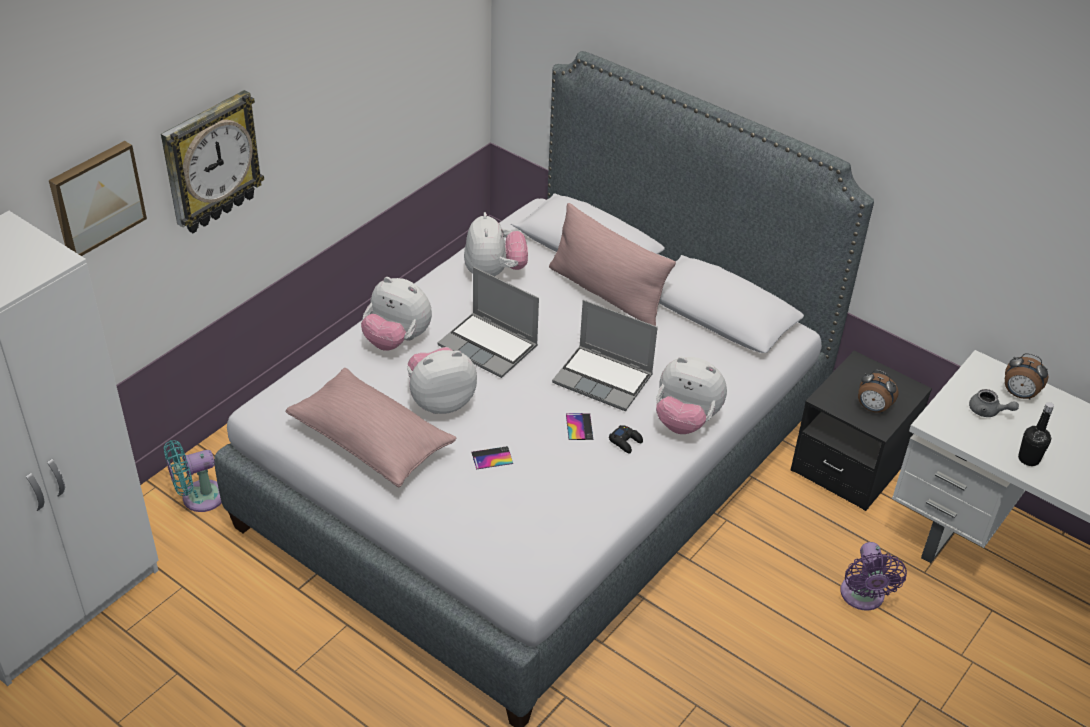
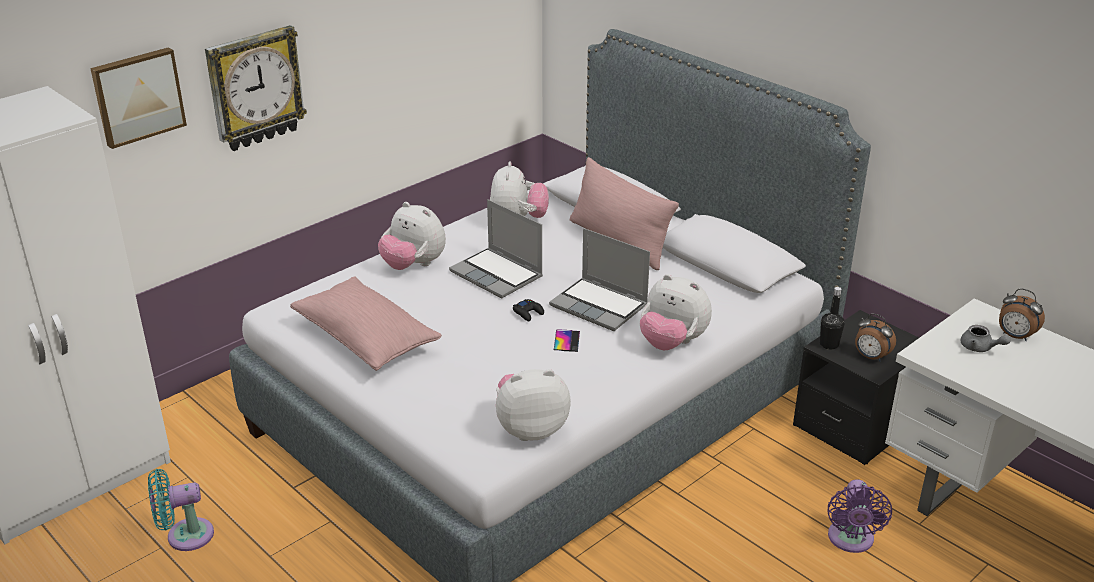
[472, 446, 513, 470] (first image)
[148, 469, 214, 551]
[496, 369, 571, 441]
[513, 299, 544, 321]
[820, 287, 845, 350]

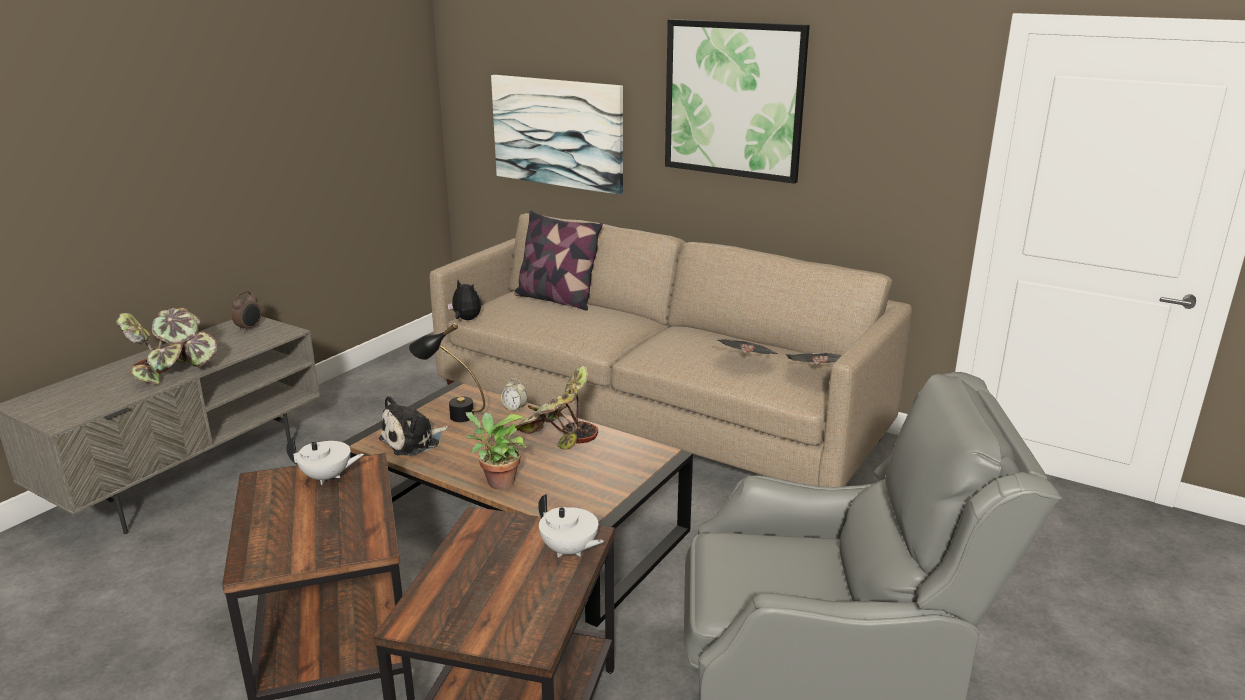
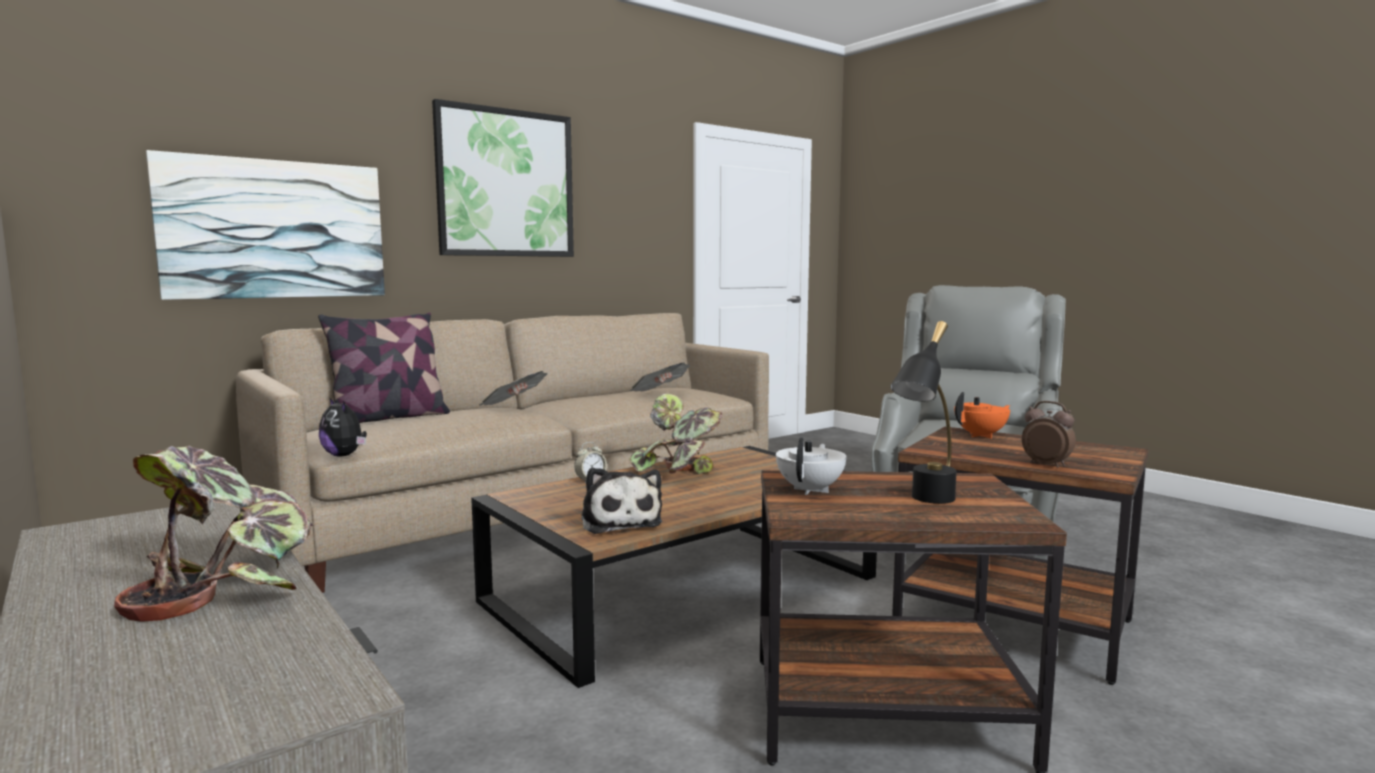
[466, 412, 527, 489] (first image)
[1022, 401, 1076, 468]
[891, 321, 957, 504]
[479, 371, 547, 406]
[954, 392, 1010, 439]
[319, 397, 367, 456]

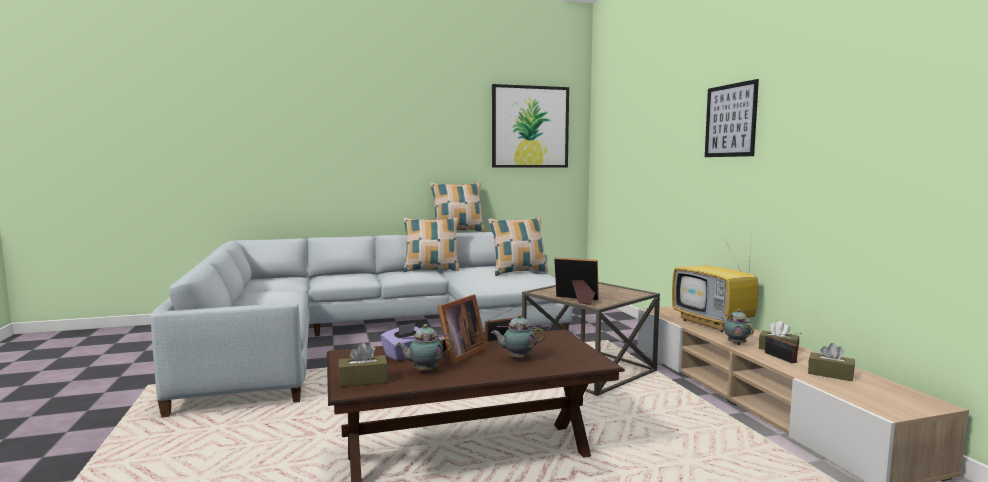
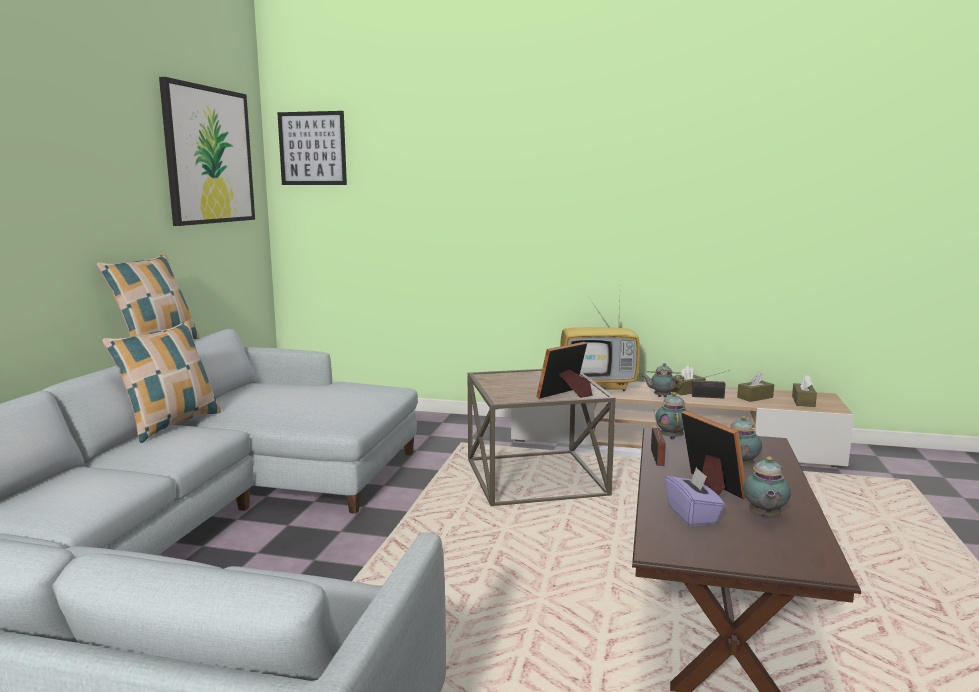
[488, 217, 548, 276] (first image)
[655, 392, 687, 440]
[792, 375, 817, 407]
[277, 111, 347, 185]

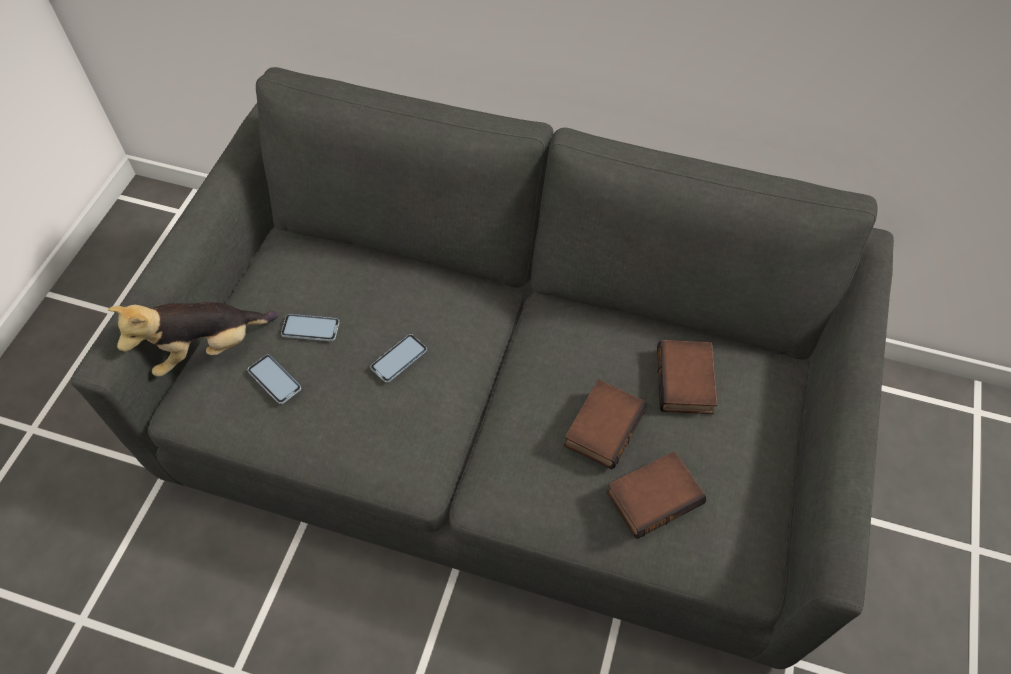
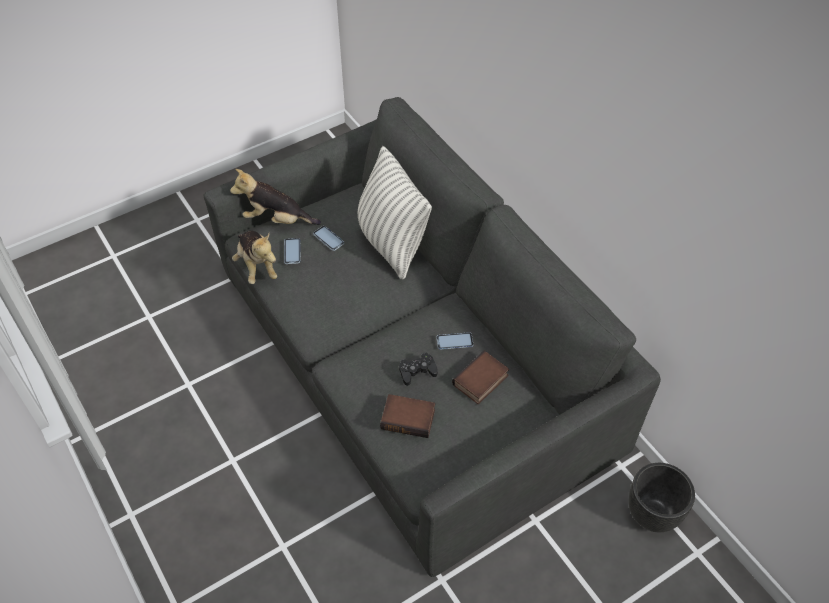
[232, 231, 277, 284]
[358, 146, 432, 279]
[629, 463, 695, 532]
[436, 332, 474, 350]
[399, 352, 438, 386]

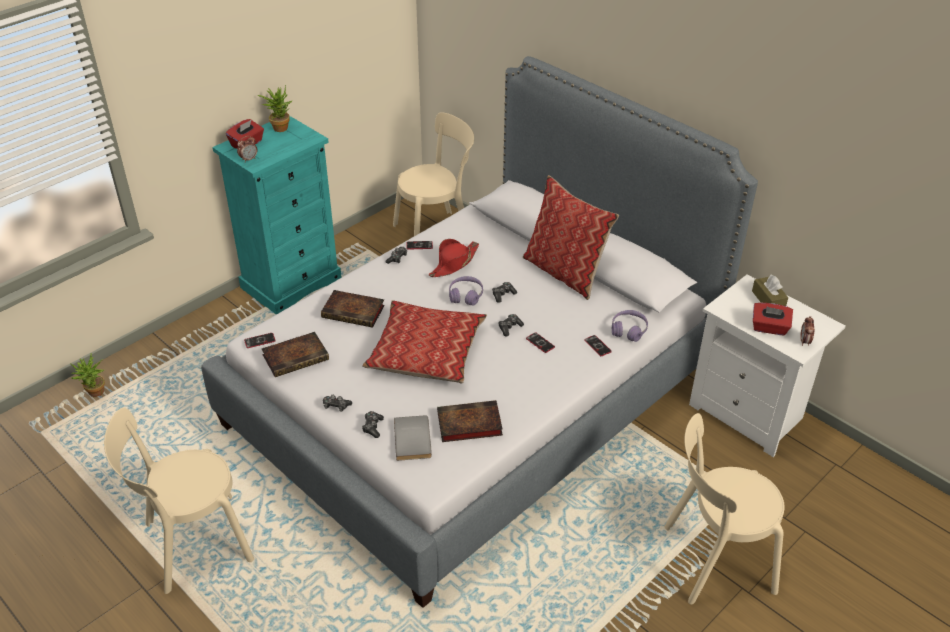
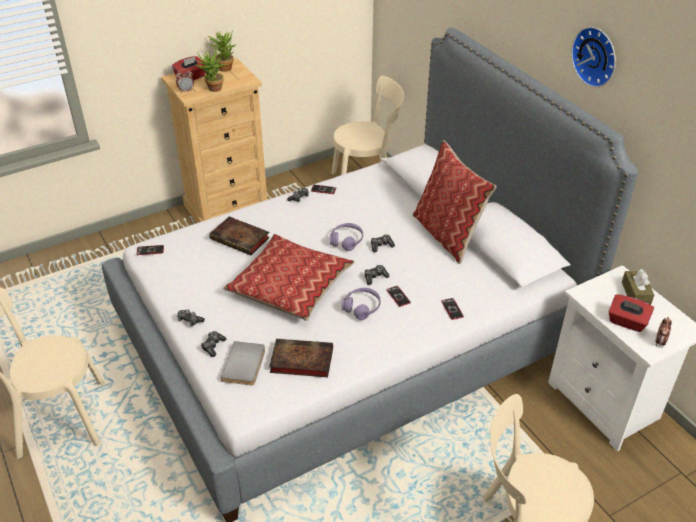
[262, 332, 329, 377] (first image)
[429, 239, 479, 277] (first image)
[571, 27, 616, 88]
[196, 48, 225, 92]
[342, 288, 381, 320]
[162, 58, 268, 223]

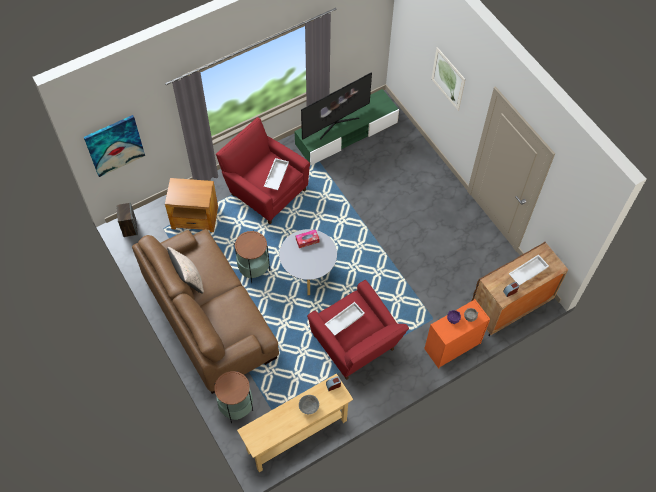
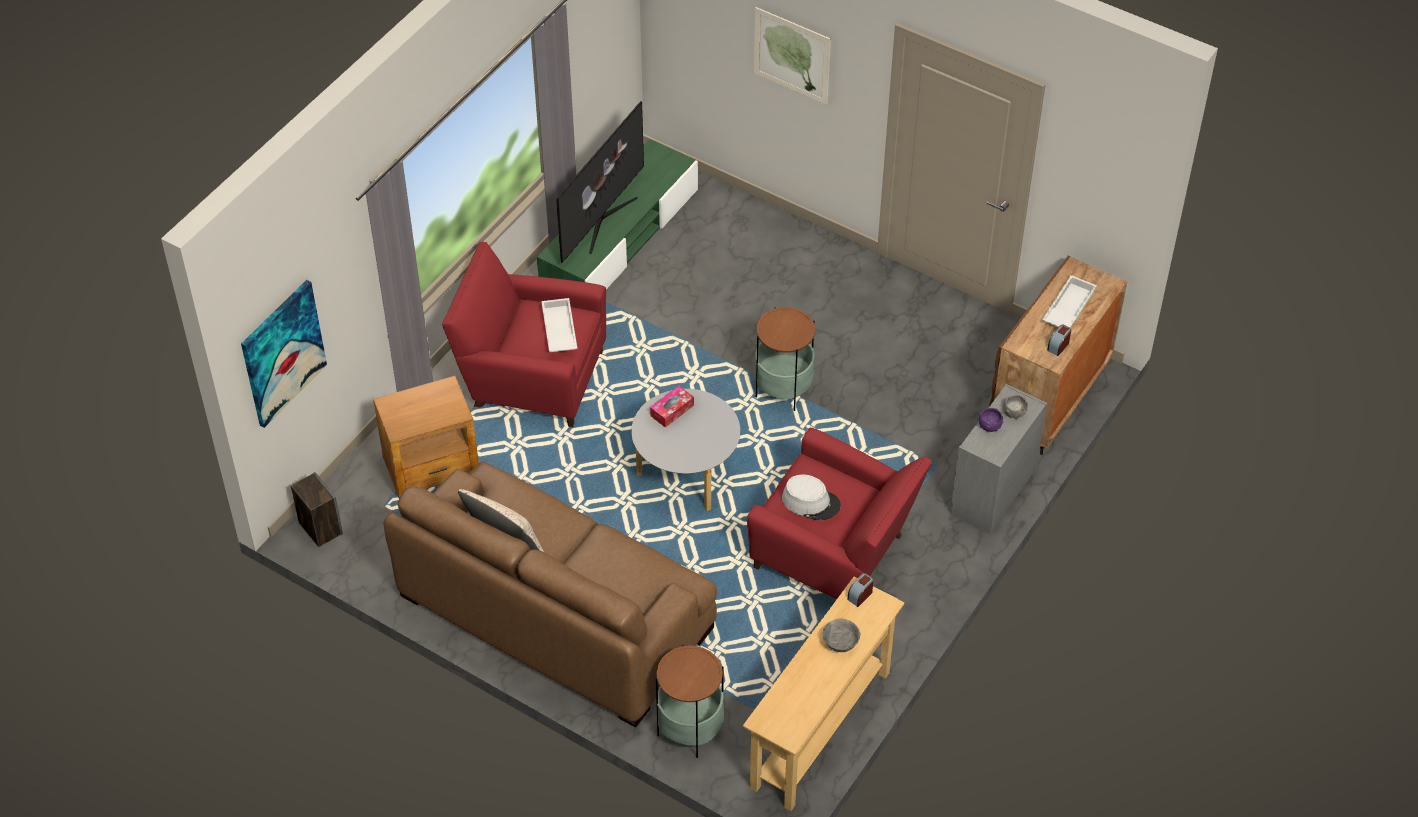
[754, 307, 815, 411]
[782, 475, 841, 520]
[950, 384, 1047, 535]

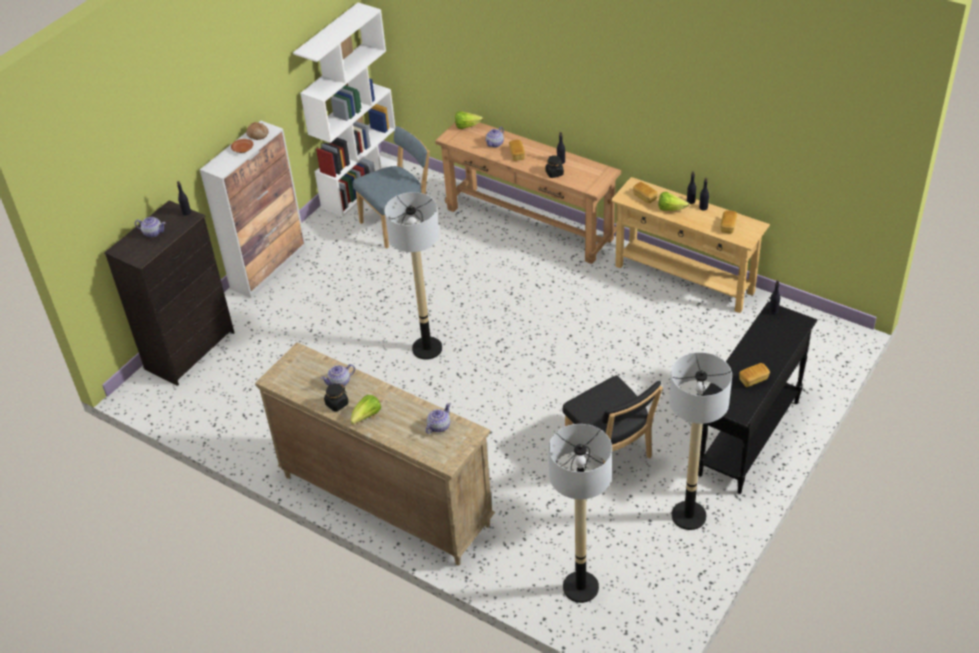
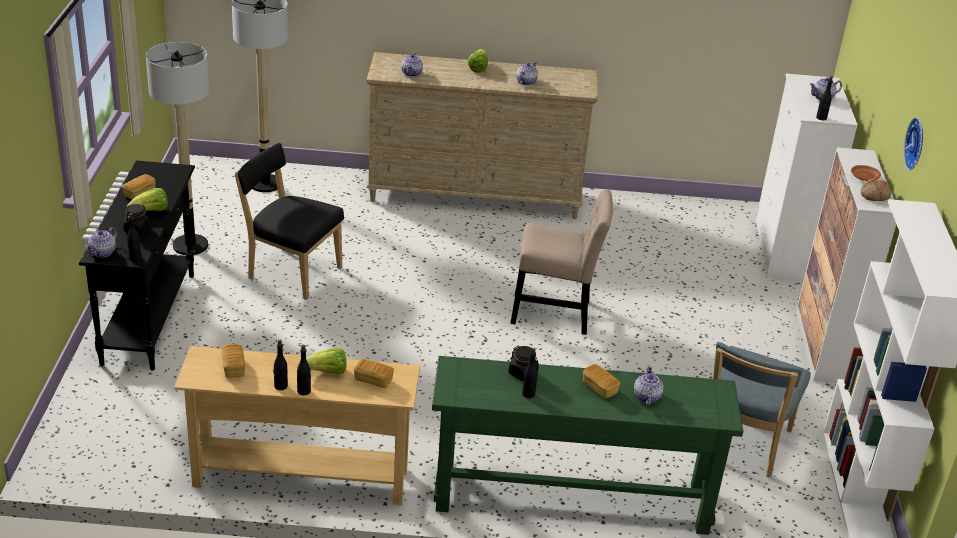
[85, 227, 117, 258]
[904, 117, 923, 170]
[123, 204, 150, 235]
[127, 188, 168, 211]
[510, 189, 613, 335]
[754, 74, 858, 281]
[432, 356, 744, 535]

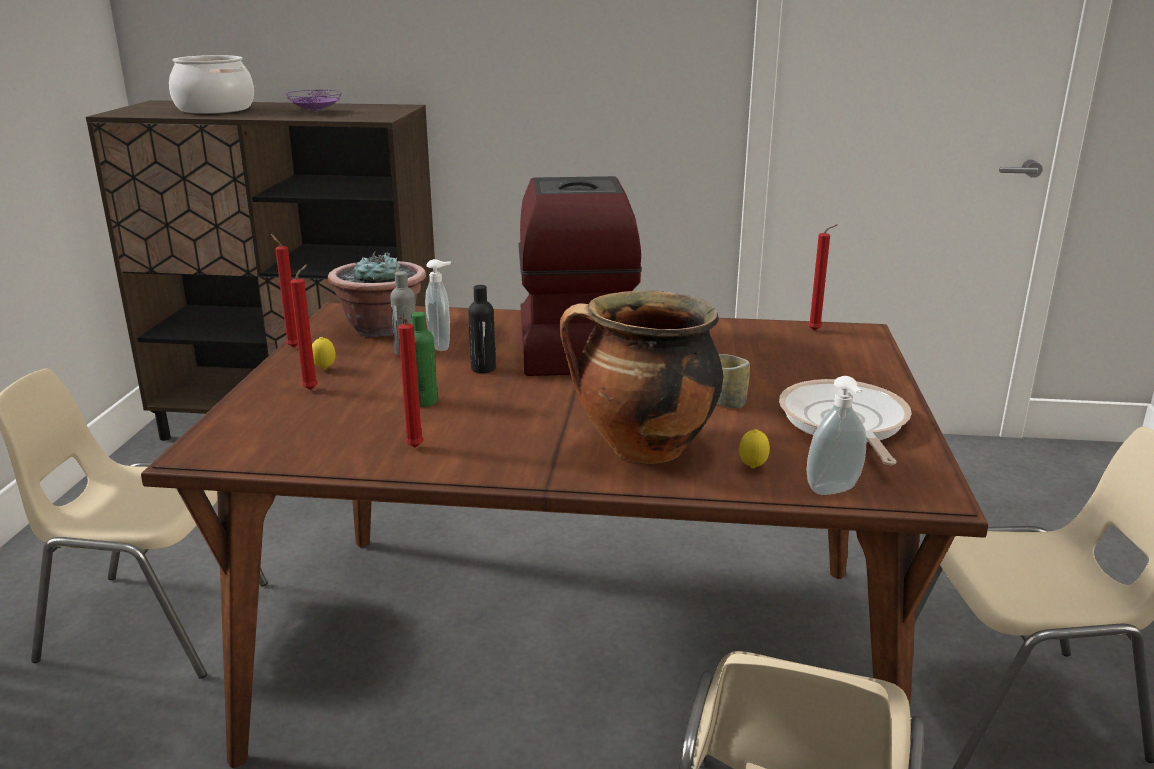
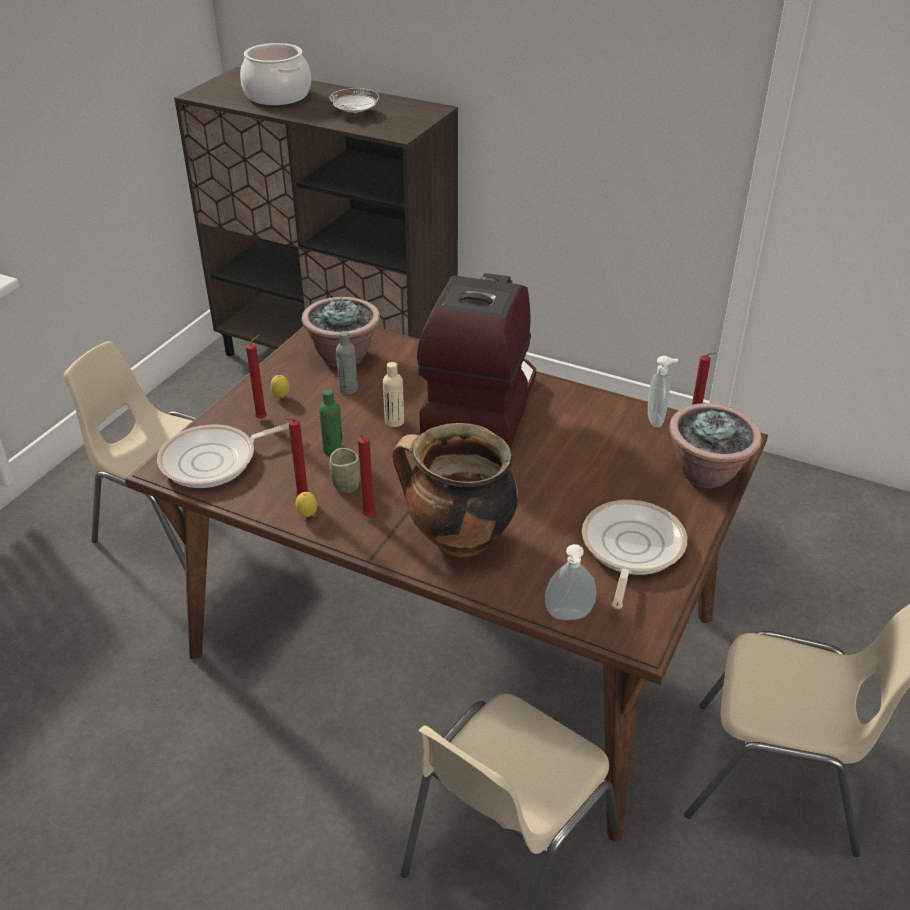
[157, 423, 289, 488]
[669, 403, 762, 488]
[356, 425, 375, 516]
[648, 356, 678, 427]
[329, 448, 360, 493]
[296, 492, 317, 517]
[330, 88, 379, 113]
[383, 362, 404, 427]

